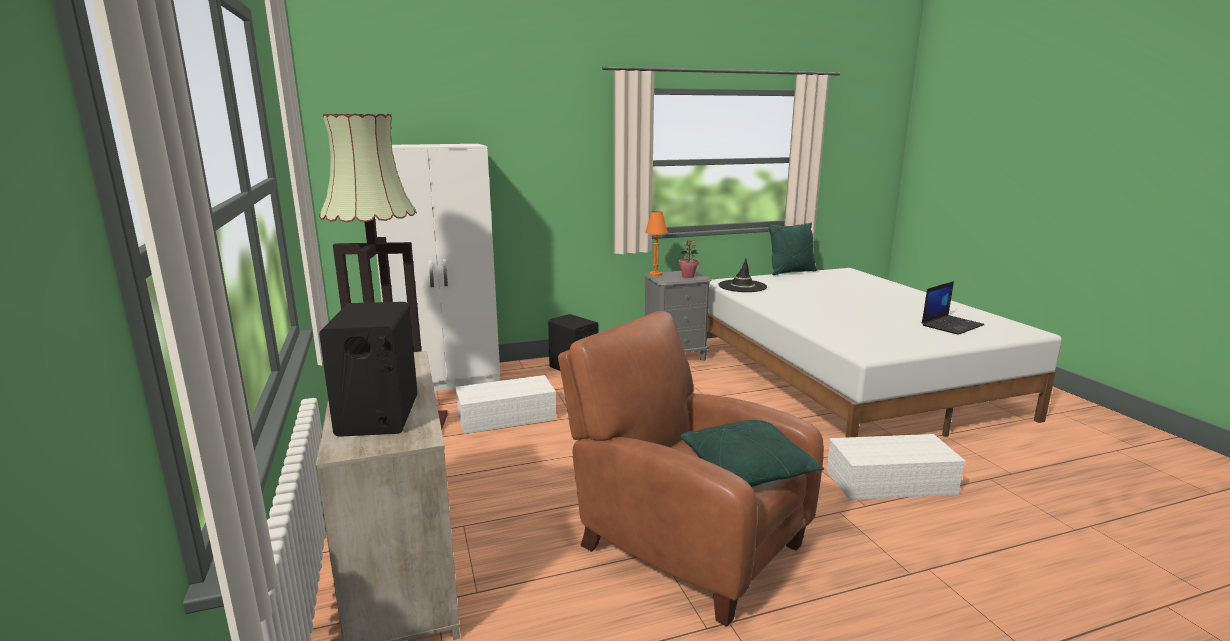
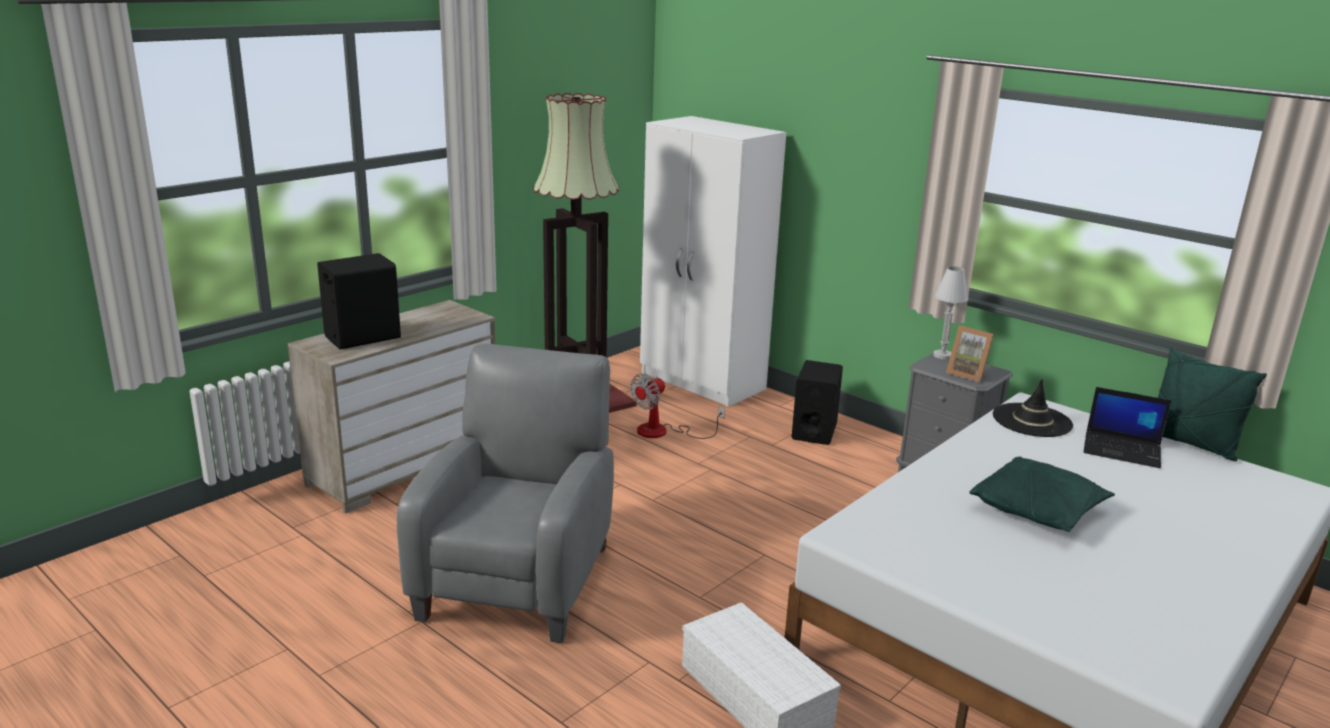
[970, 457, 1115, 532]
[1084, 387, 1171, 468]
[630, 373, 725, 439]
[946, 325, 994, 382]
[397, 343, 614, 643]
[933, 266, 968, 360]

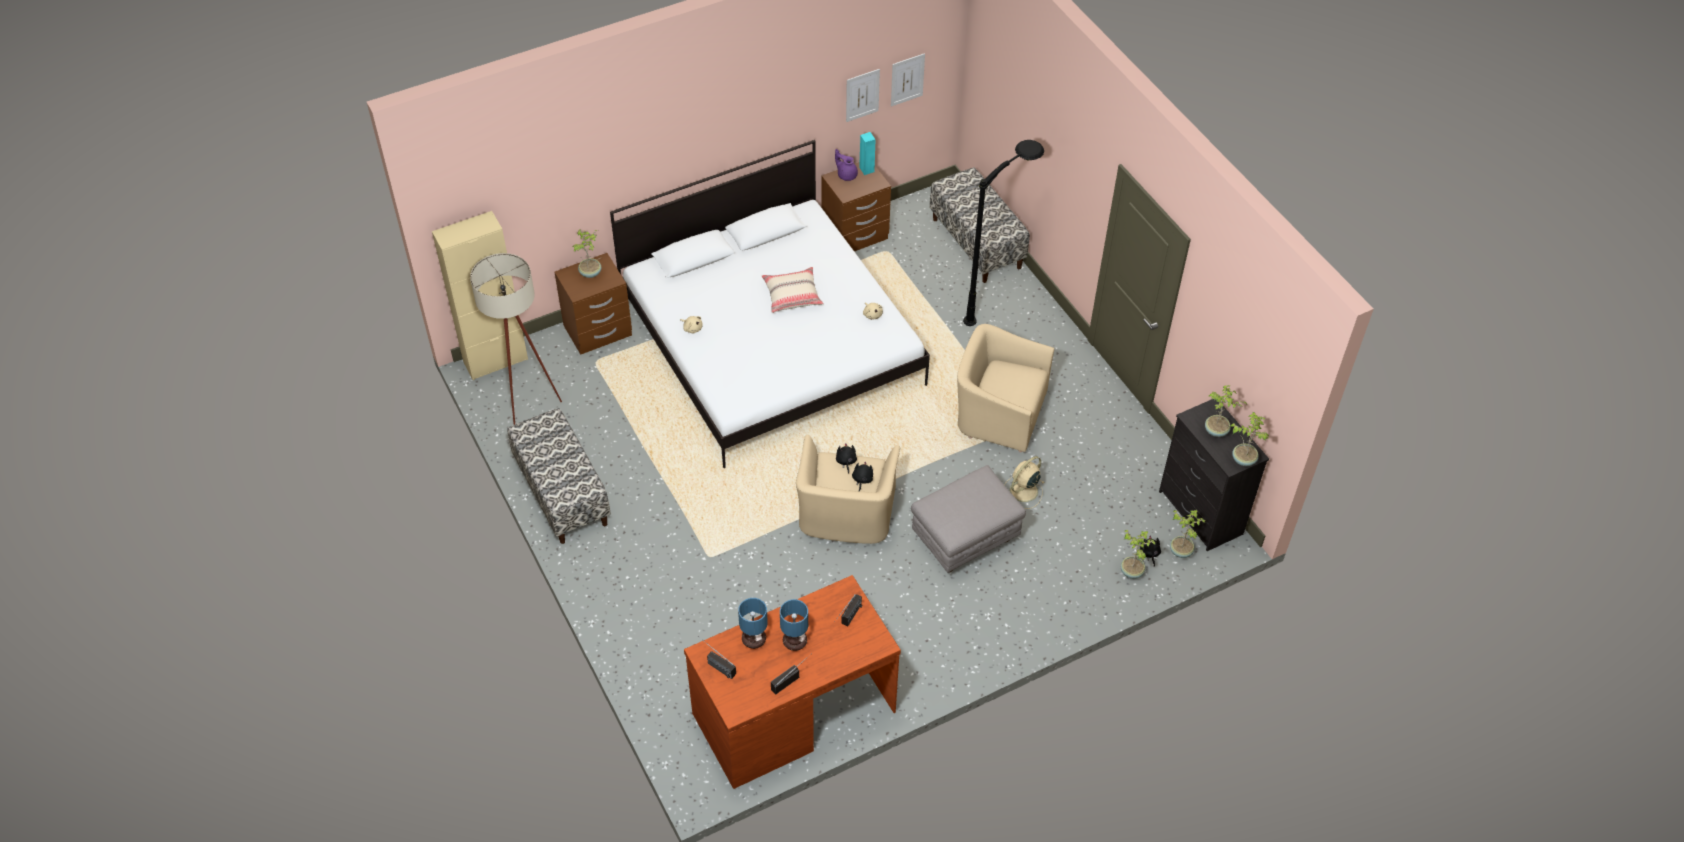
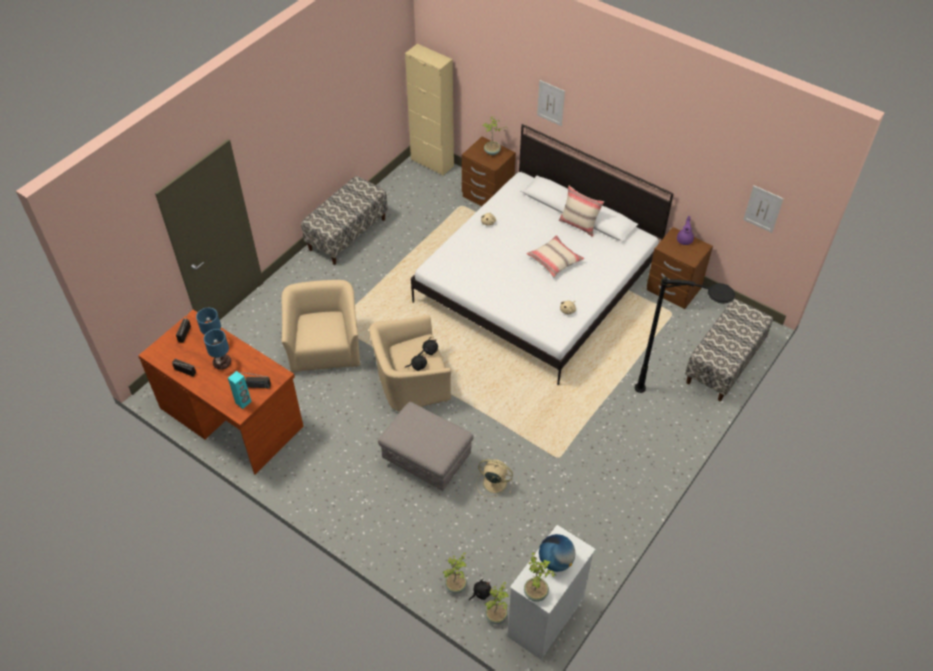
[470, 253, 562, 425] (first image)
[559, 186, 604, 237]
[537, 80, 565, 126]
[228, 371, 252, 409]
[281, 280, 360, 373]
[539, 534, 576, 572]
[507, 525, 596, 660]

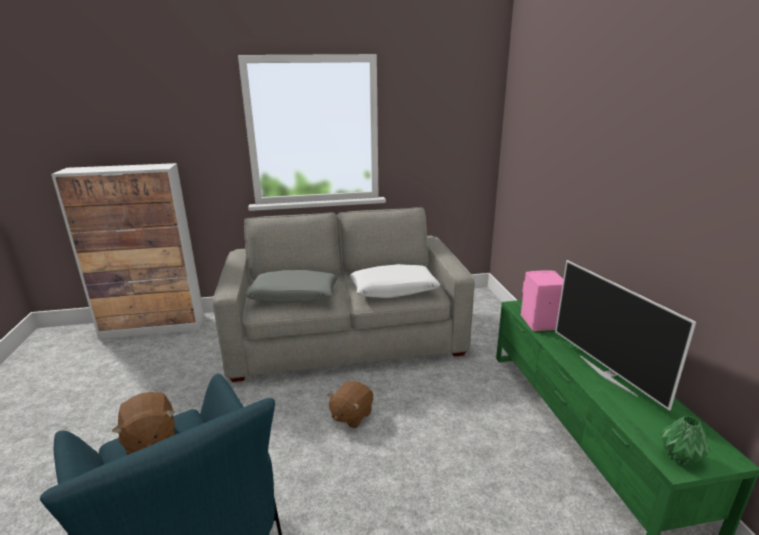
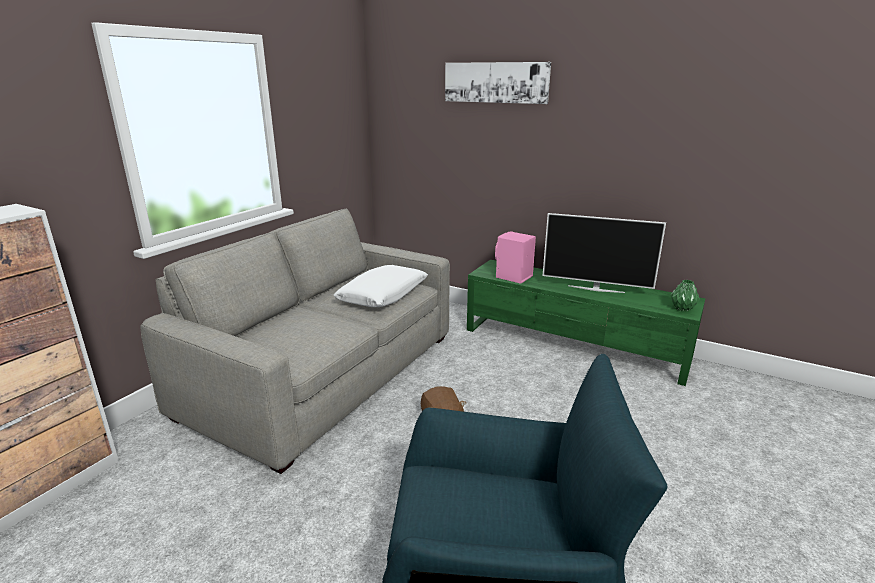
[112, 392, 175, 455] (first image)
[245, 270, 338, 304] (first image)
[445, 62, 551, 104]

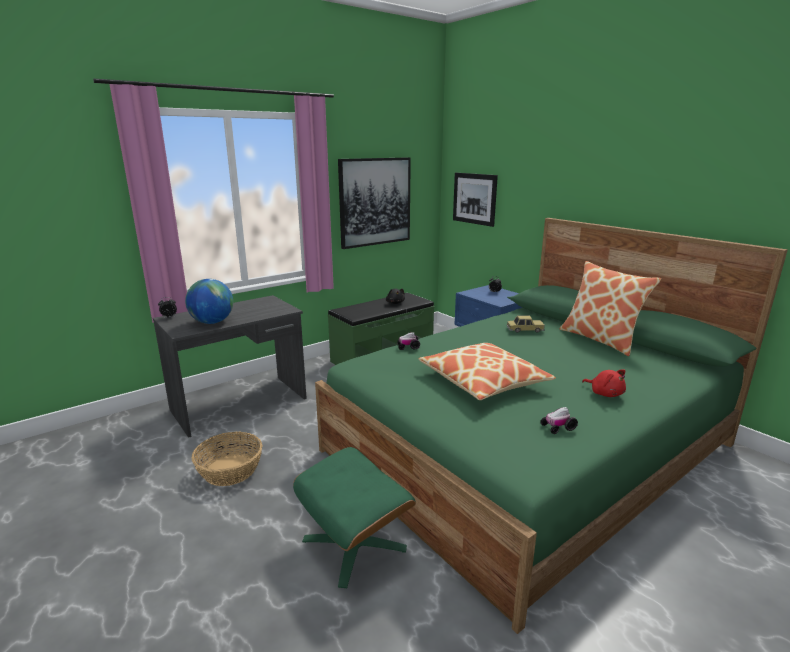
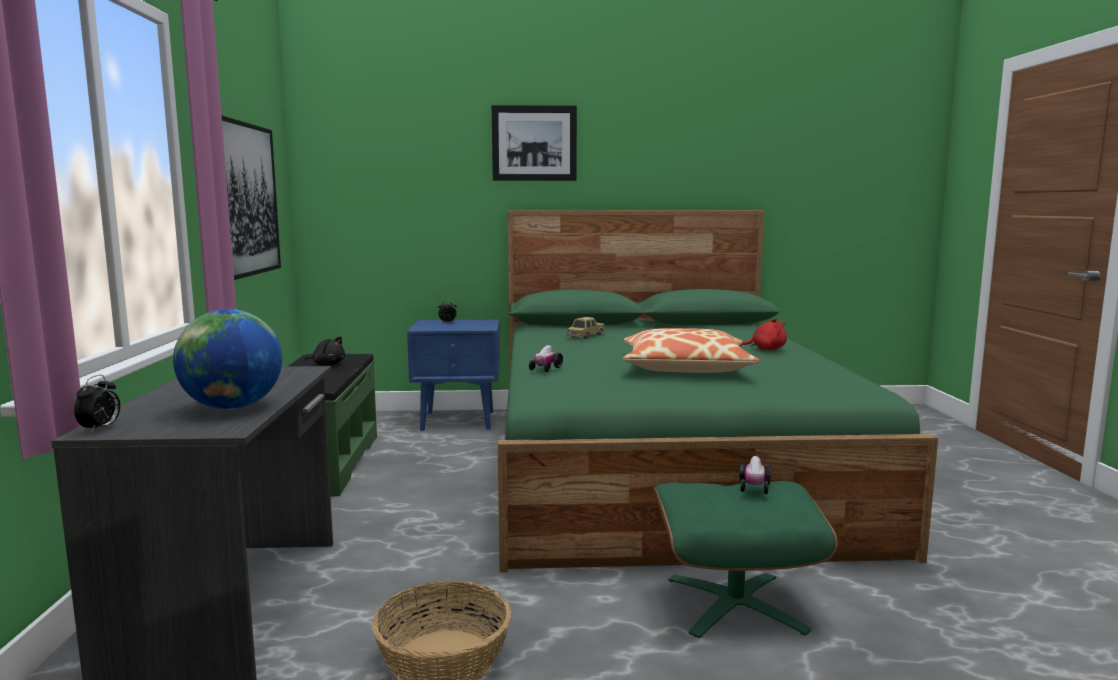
[560, 261, 661, 356] (first image)
[492, 105, 577, 181]
[739, 456, 771, 494]

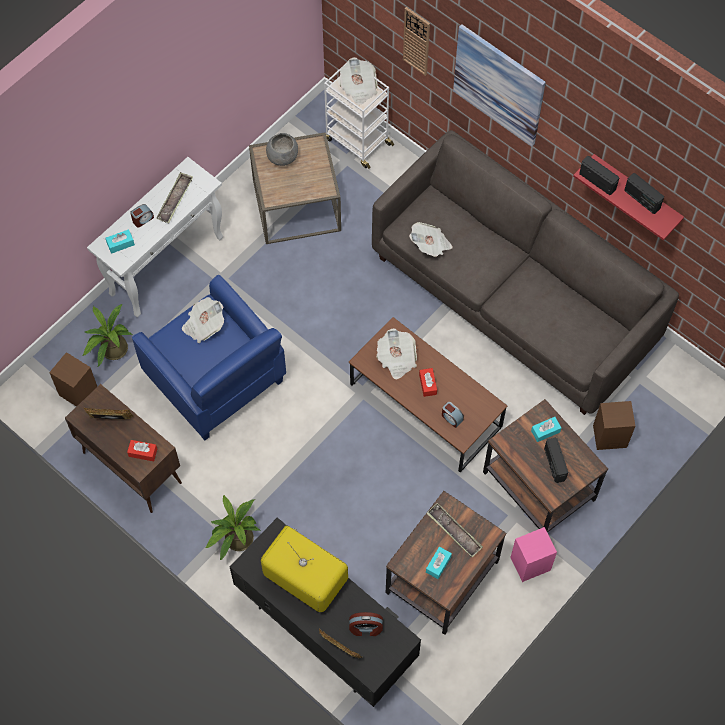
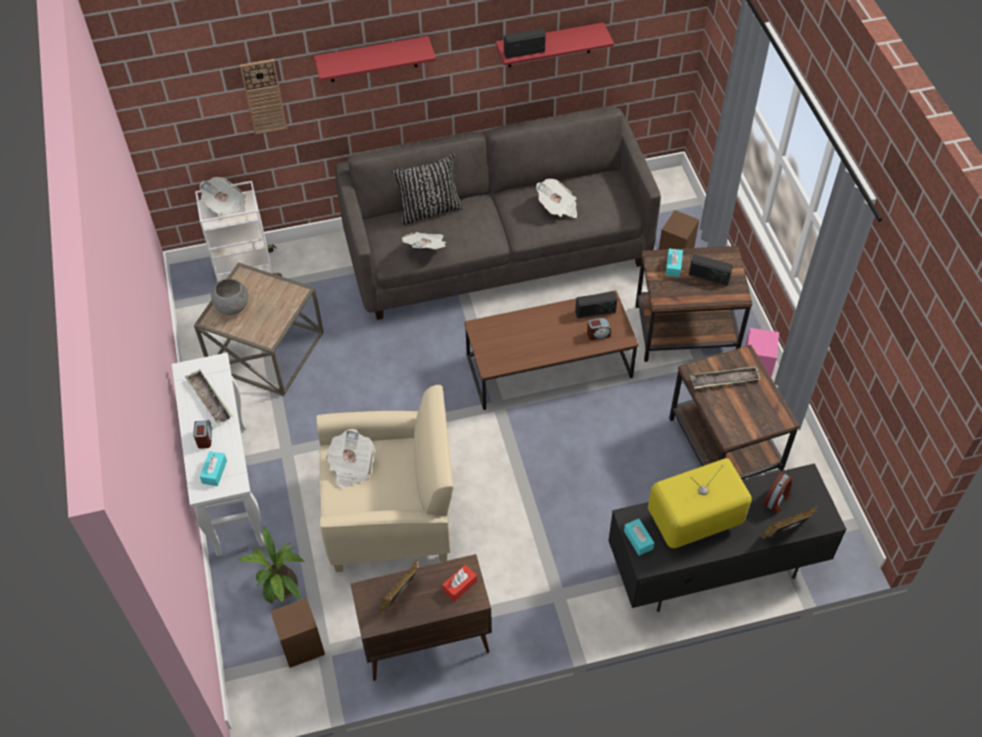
[205, 495, 260, 561] (first image)
[419, 368, 437, 397] (first image)
[392, 153, 463, 226]
[536, 179, 577, 218]
[624, 519, 654, 556]
[575, 292, 617, 318]
[314, 36, 436, 82]
[316, 385, 454, 572]

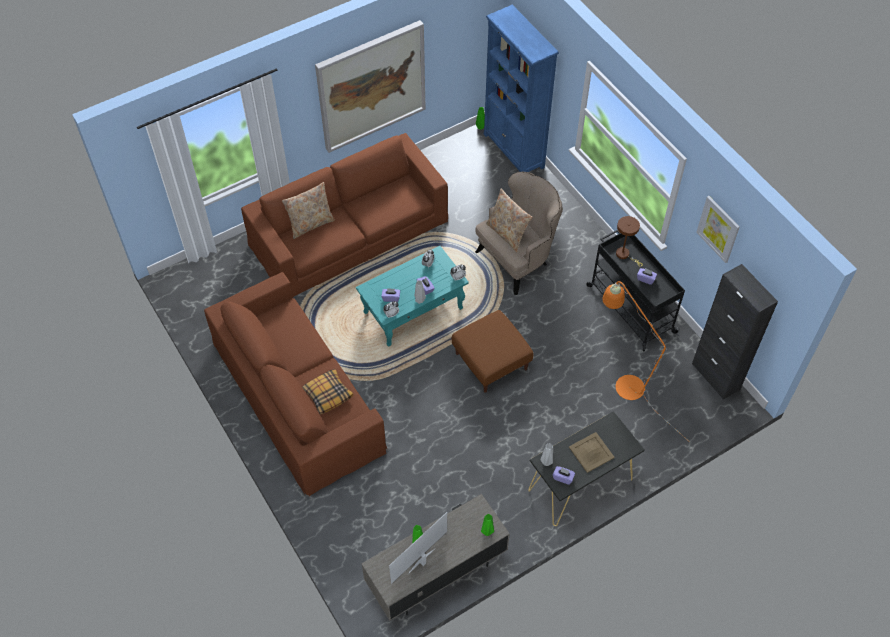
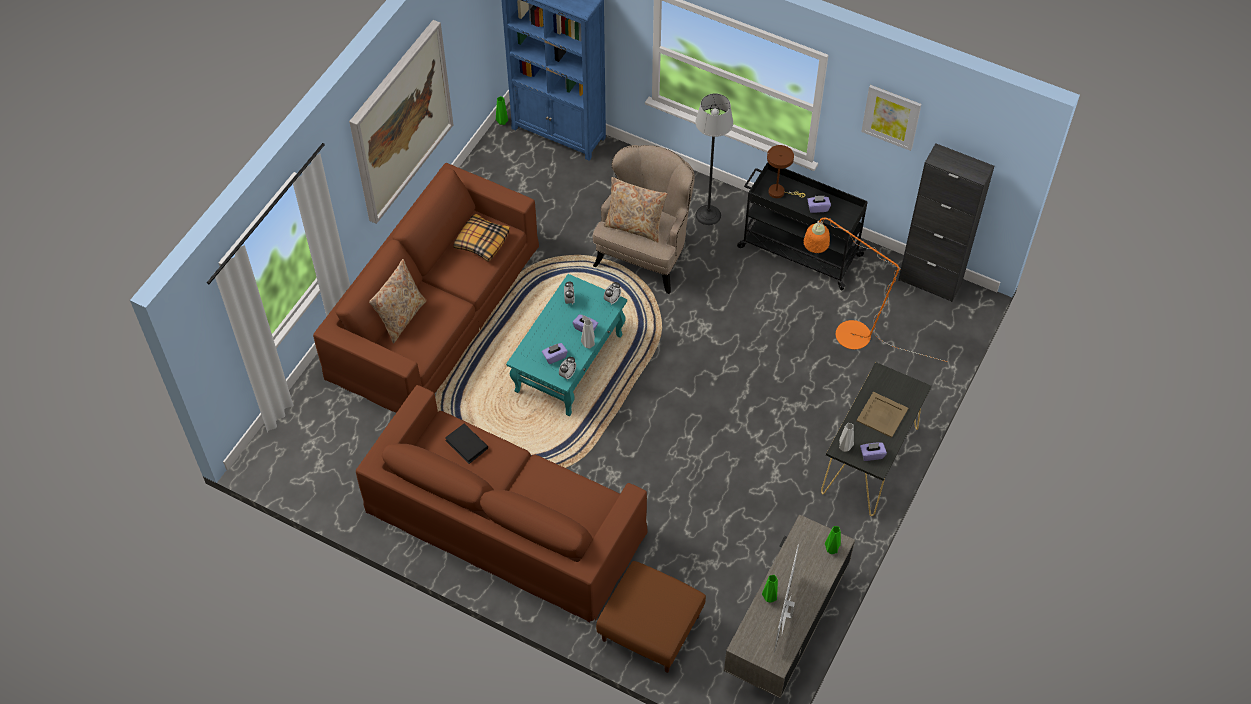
[445, 423, 488, 464]
[695, 93, 733, 225]
[454, 213, 510, 262]
[596, 561, 706, 673]

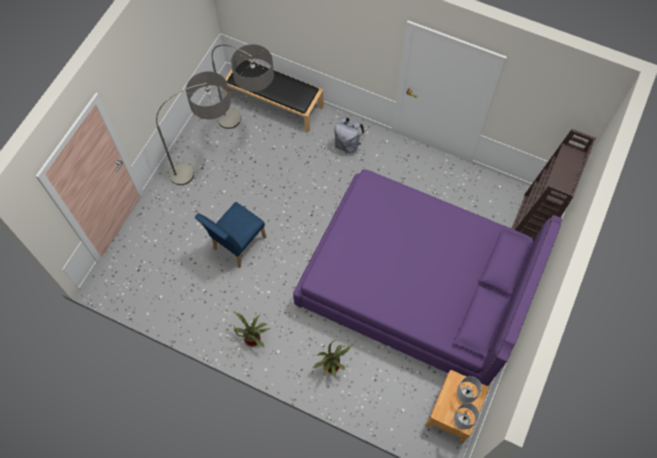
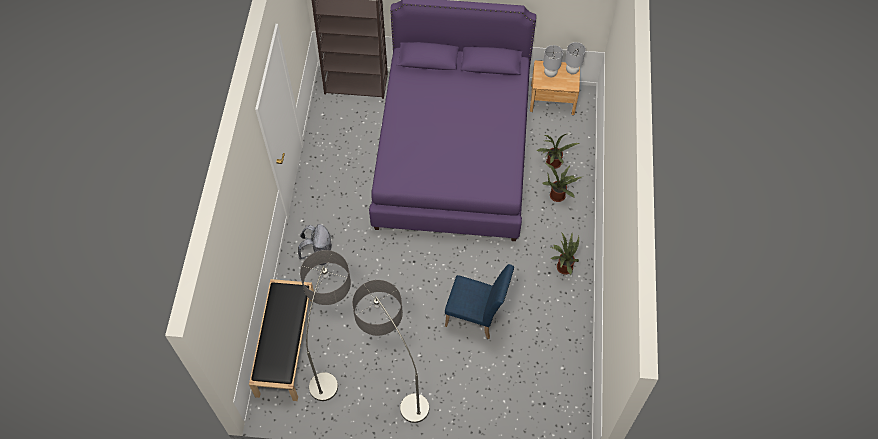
[536, 134, 579, 169]

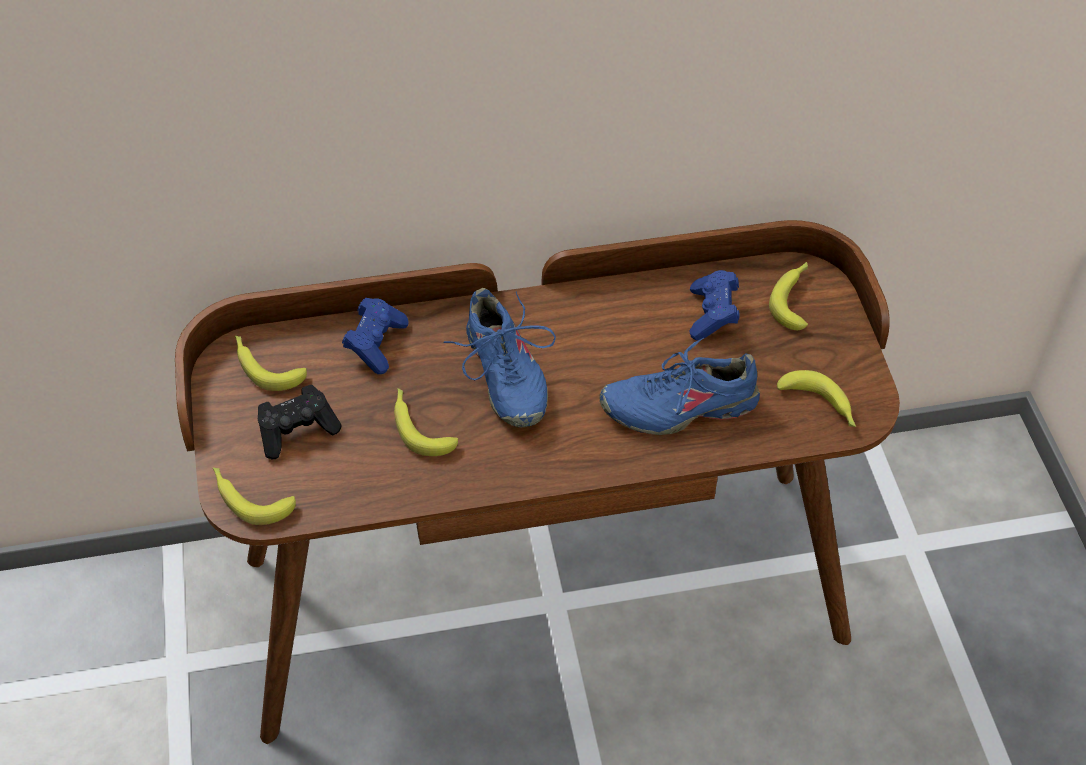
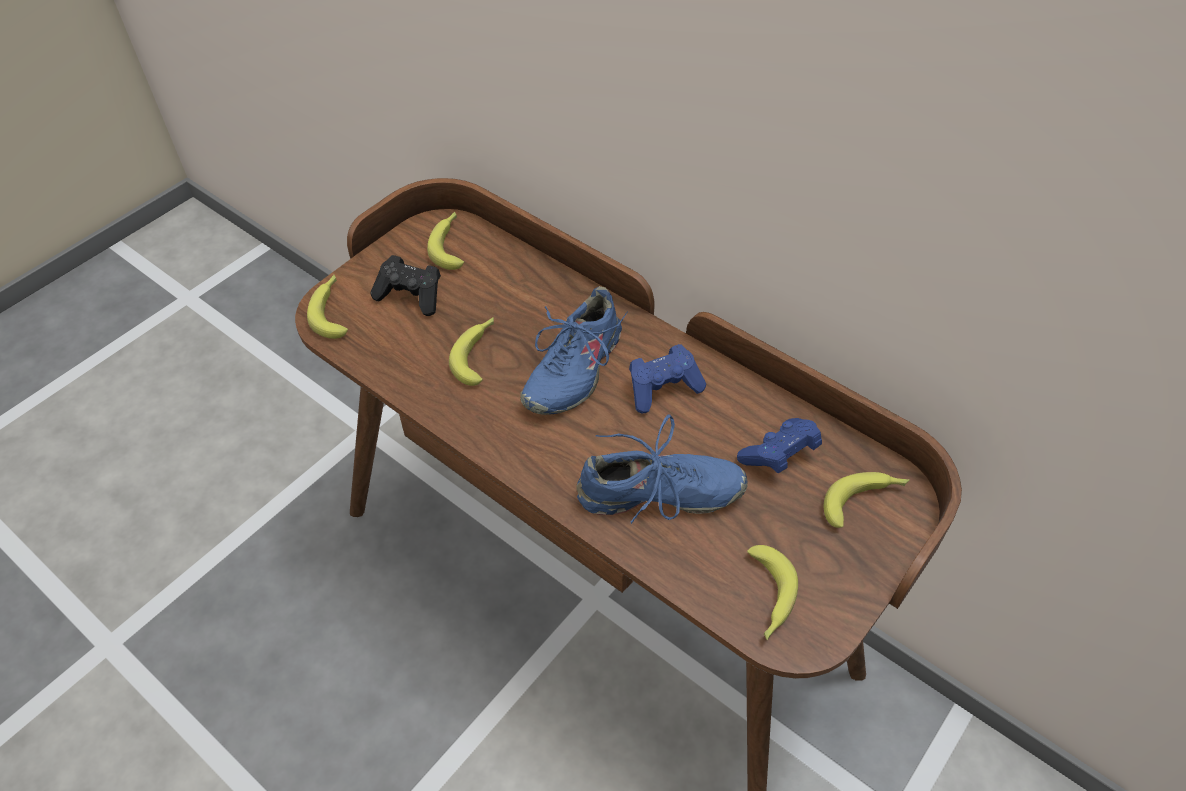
[629, 344, 706, 413]
[576, 415, 748, 524]

